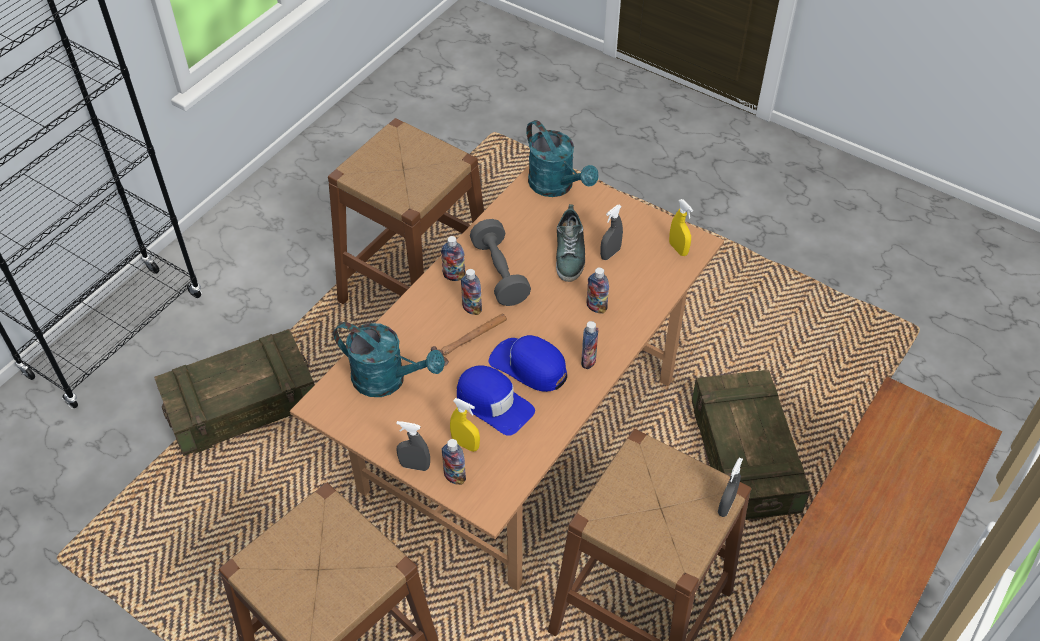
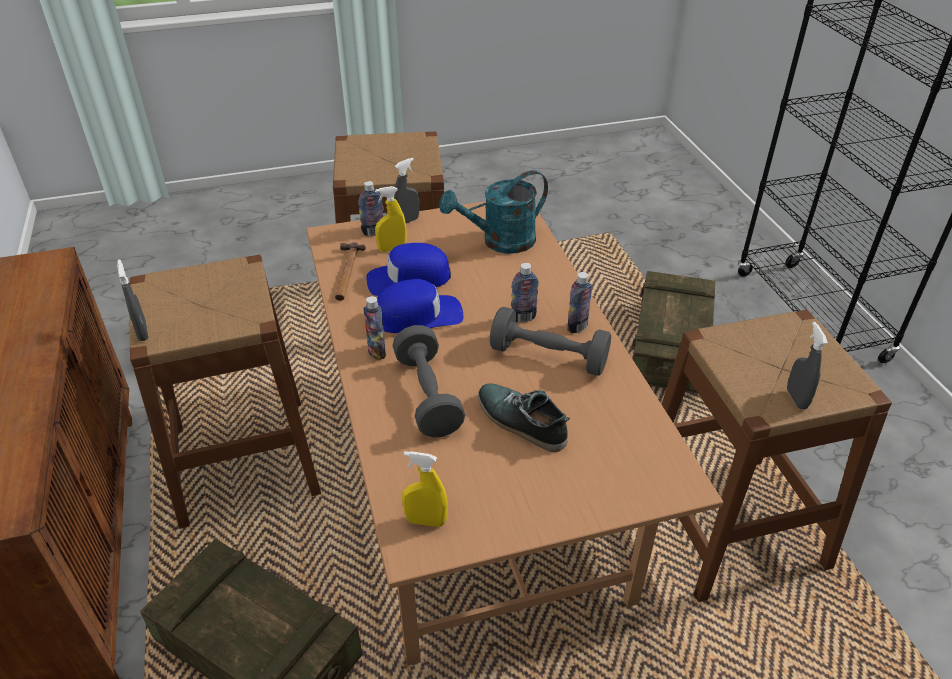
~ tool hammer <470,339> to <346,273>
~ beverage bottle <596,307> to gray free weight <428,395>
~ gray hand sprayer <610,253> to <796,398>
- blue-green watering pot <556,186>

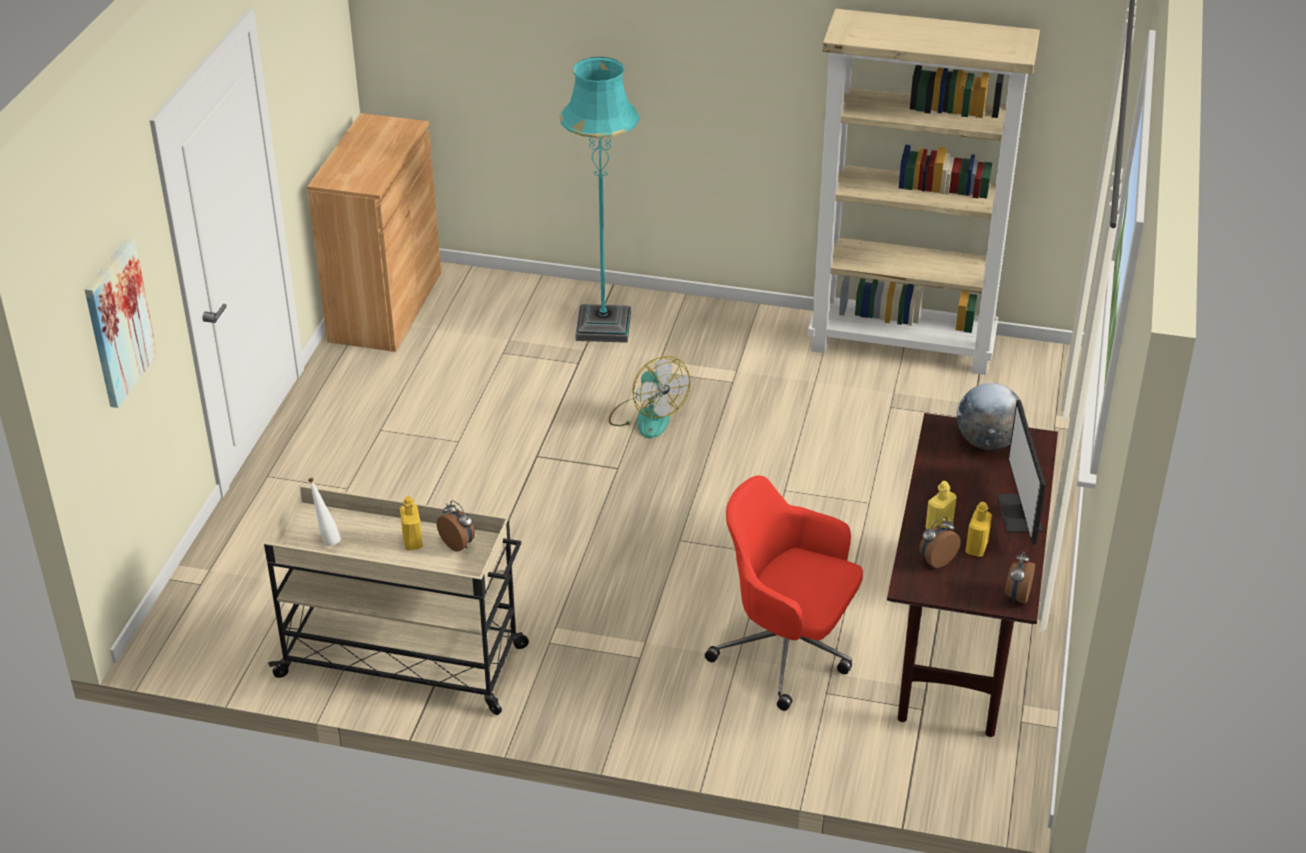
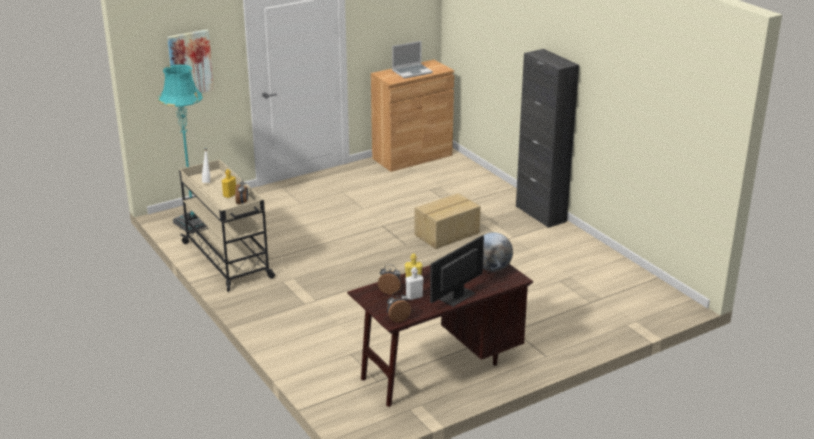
~ blue-green floor lamp <603,326> to <193,223>
+ laptop <412,72>
~ yellow beverage bottle <976,548> to white beverage bottle <414,296>
~ electric fan <647,417> to carton <447,234>
+ blackish cabinet <540,214>
- reddish computer chair <787,652>
- beige shelving unit <903,345>

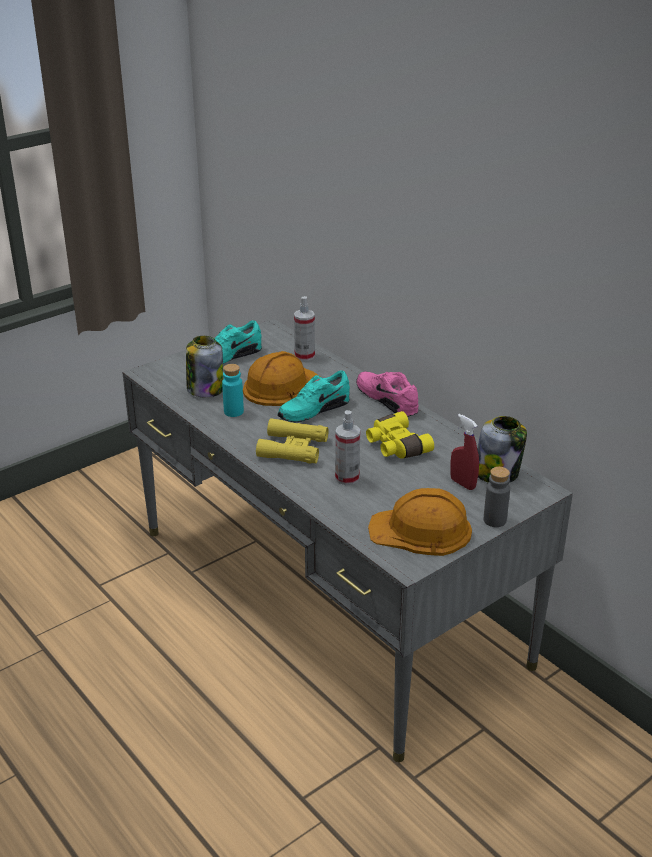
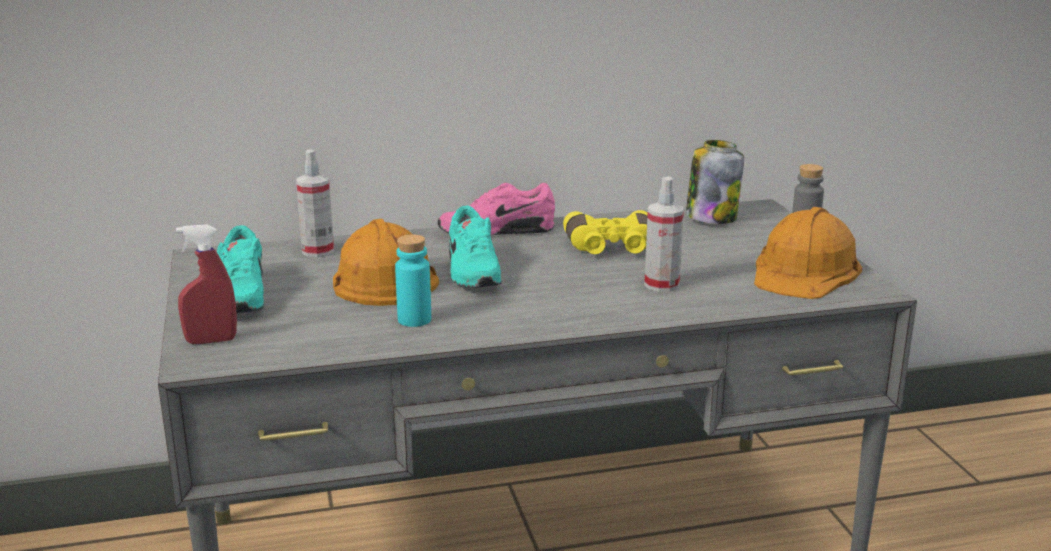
~ reddish hand sprayer <462,484> to <211,341>
- preserve jar <205,389>
- yellow pair of binoculars <293,448>

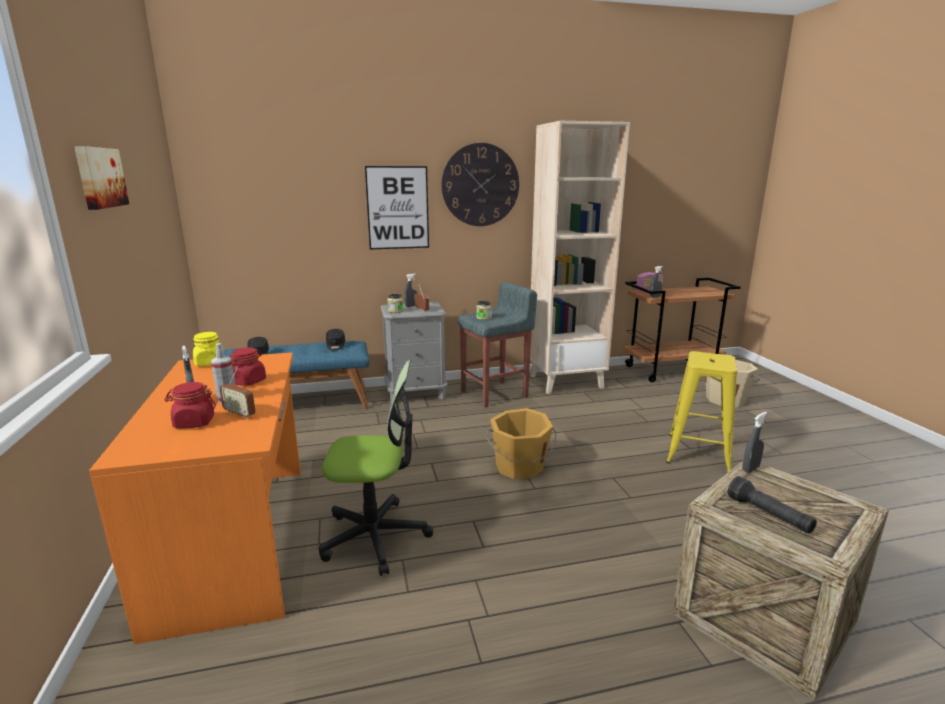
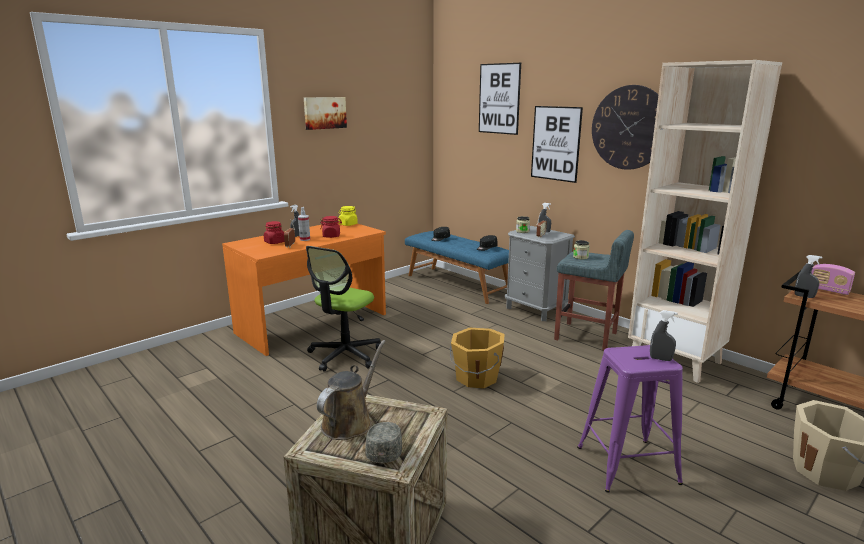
~ computer chair <375,536> = <345,355> 60 degrees clockwise
~ blackish torch <769,515> to brown watering pot <350,422>
+ gray baseball cap <385,449>
+ wall picture <499,99>
~ yellow stool seat <698,453> to purple-coloured stool seat <627,465>
~ gray hand sprayer <750,469> to <660,359>

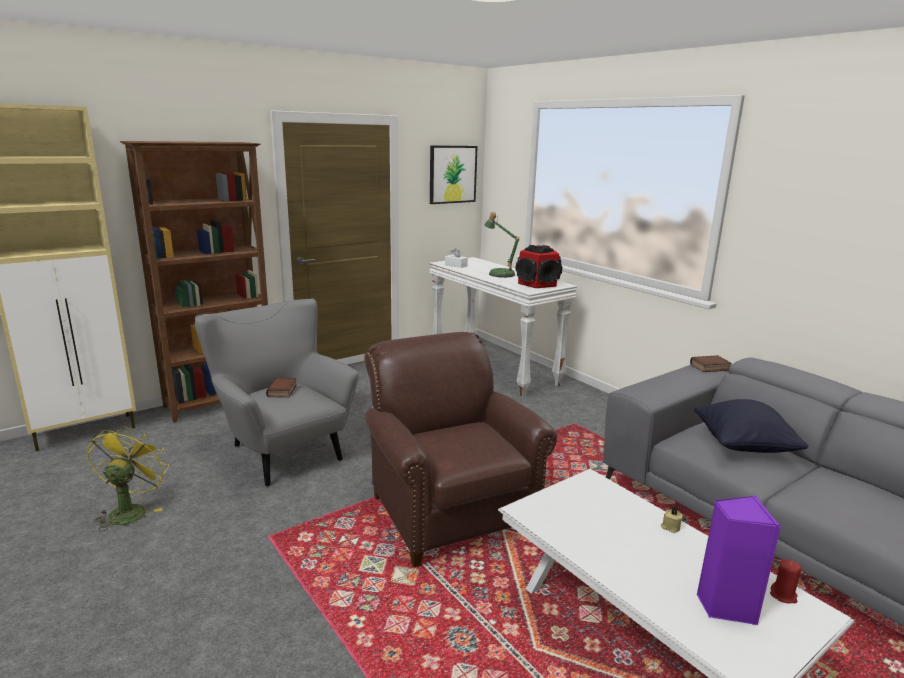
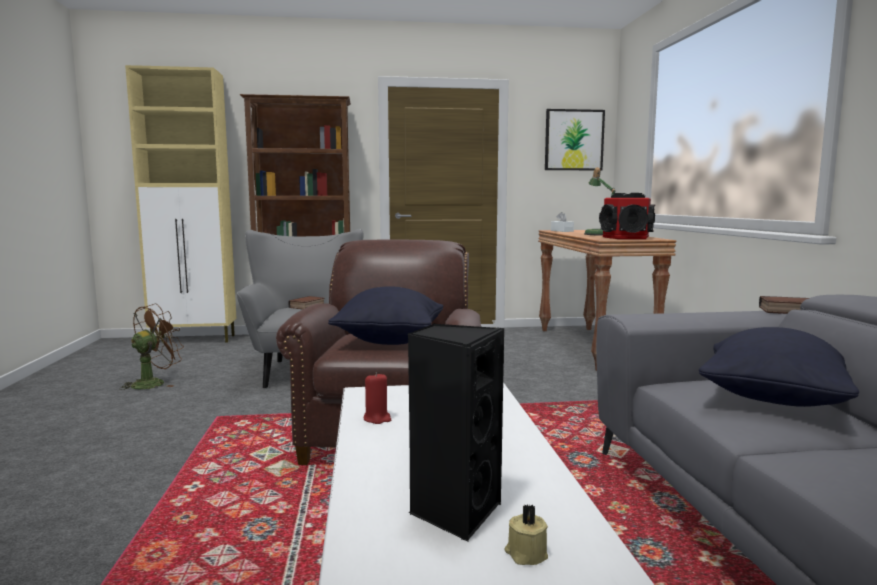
~ yellow electric fan <130,510> to brown electric fan <154,383>
+ blackish throw pillow <390,341>
~ reddish wax light <783,595> to <377,419>
~ purple-coloured audio speaker <724,606> to blackish audio speaker <454,512>
~ beige wax light <670,527> to <525,554>
~ white narrow table <494,367> to brown narrow table <594,347>

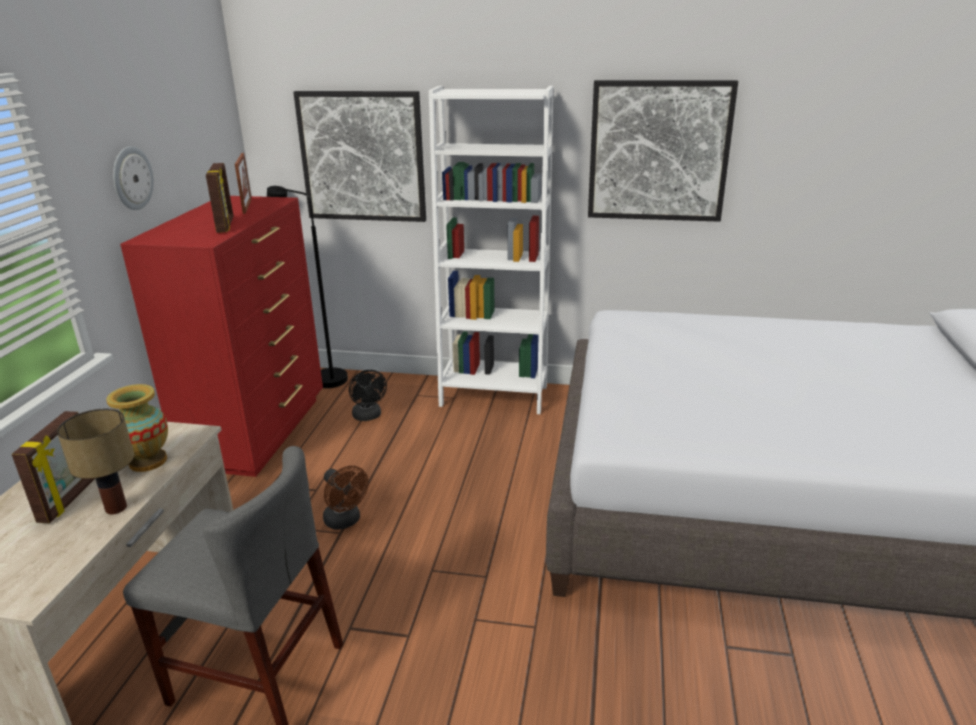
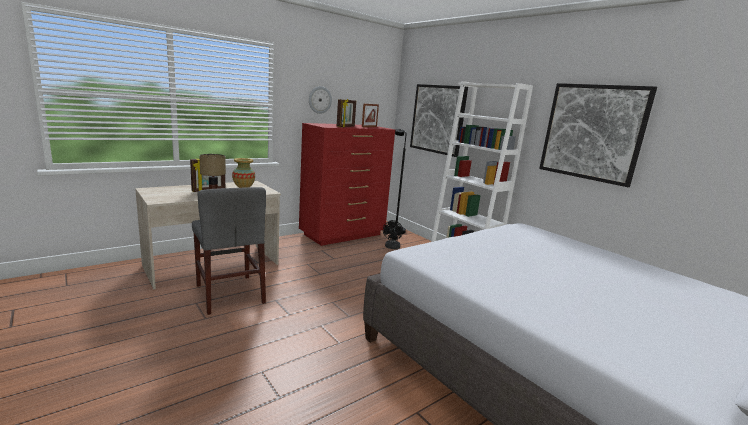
- brown electric fan <345,521>

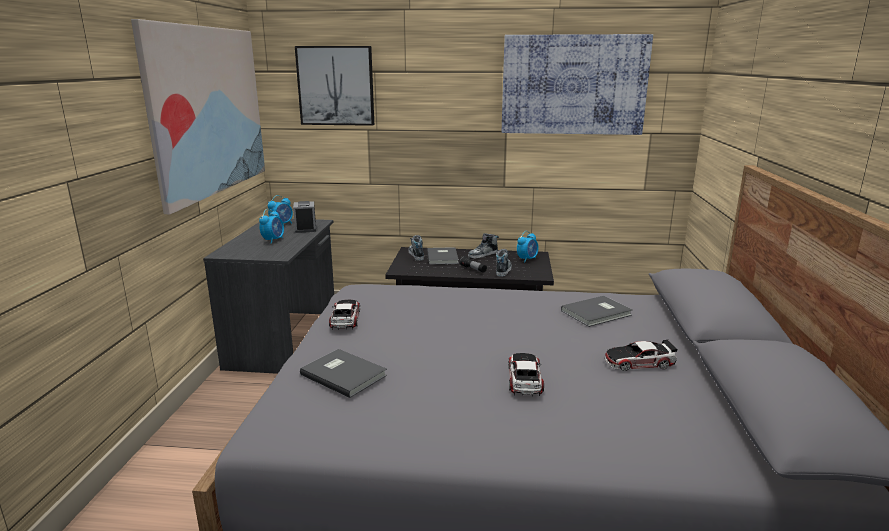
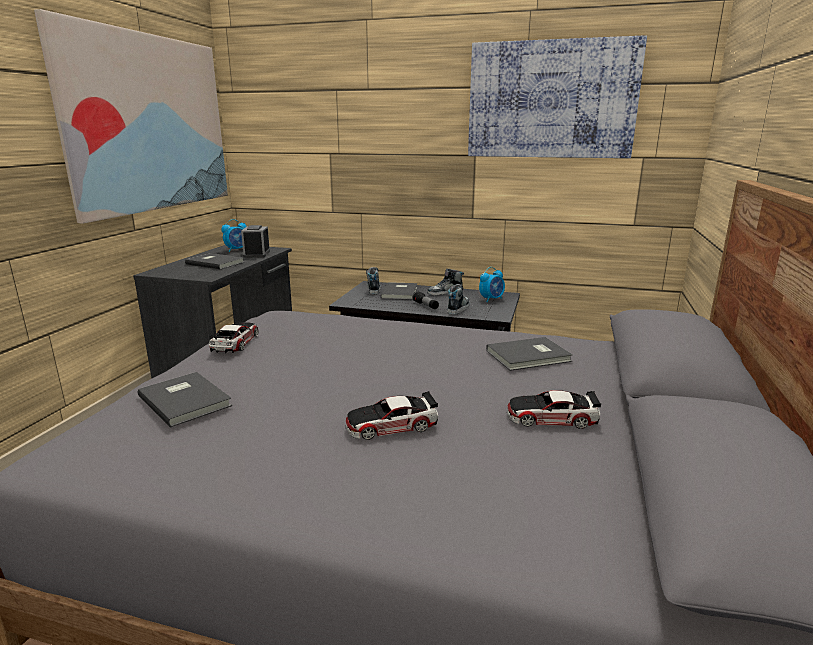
~ table clock <273,240> to gray book <215,263>
~ toy car <524,379> = <391,425> 120 degrees counterclockwise
- wall picture <336,86>

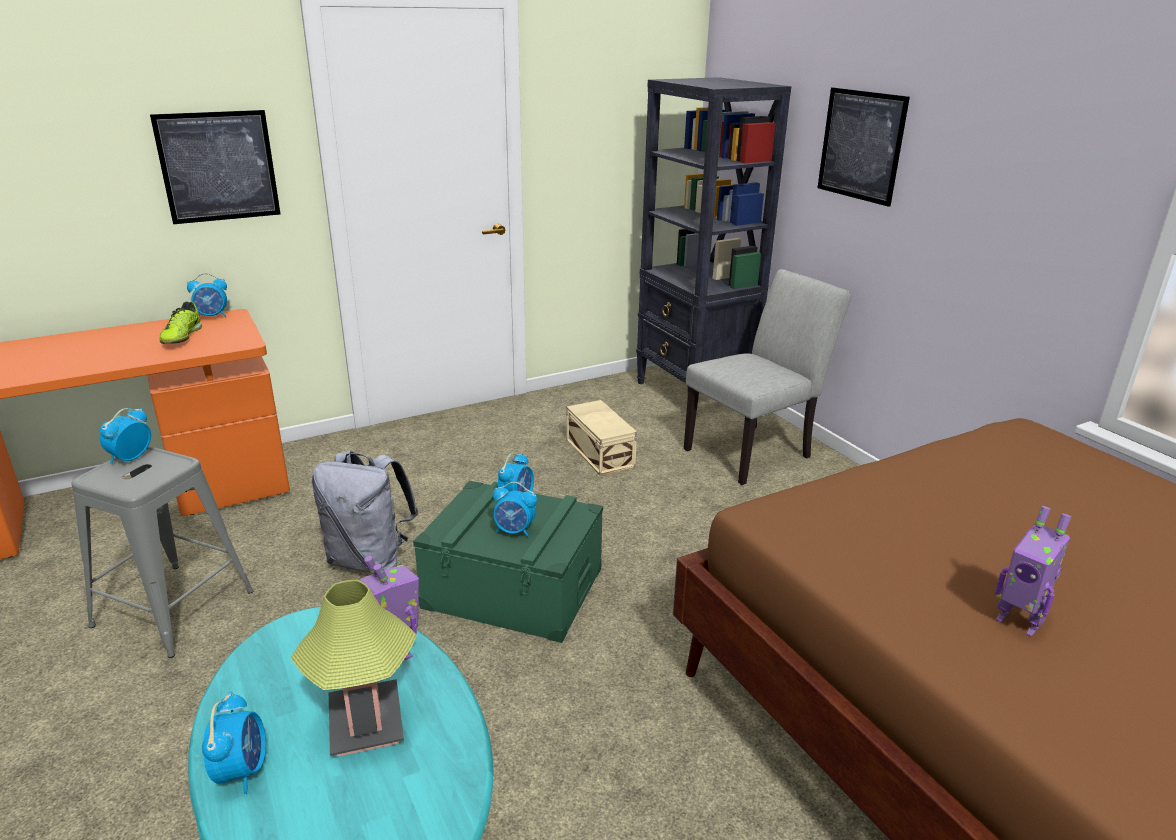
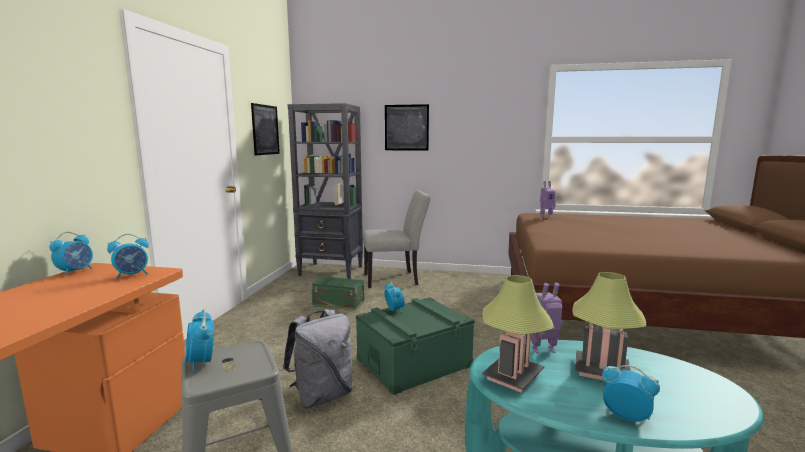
~ table clock <514,531> to <132,275>
~ wall picture <218,166> to <265,130>
~ beige storage container <600,452> to greenish storage container <338,303>
~ gray chair <755,451> = <395,279> 75 degrees clockwise
+ lamp for a table <513,376>
~ toy robot <1018,622> to <545,216>
- item of footwear <181,337>

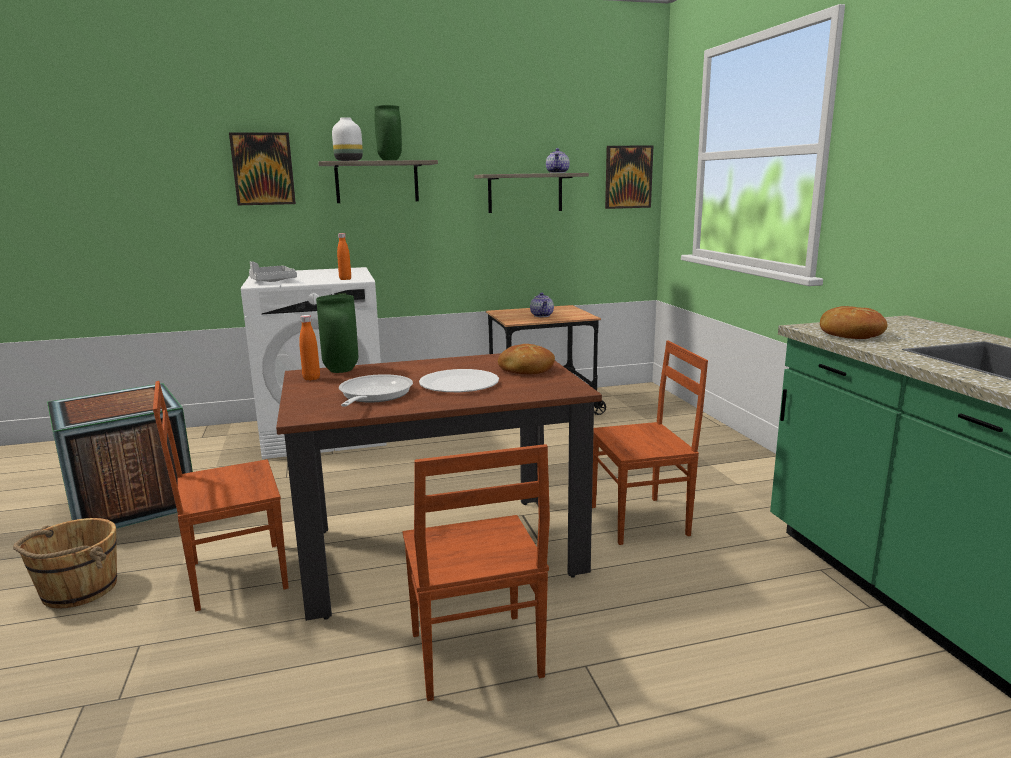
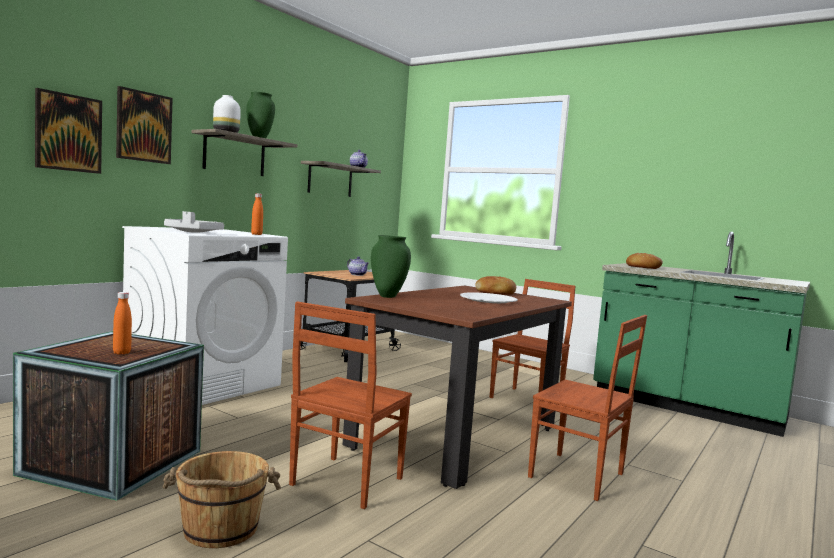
~ wall picture <628,177> to <68,132>
~ orange beverage bottle <311,378> to <122,353>
- pan <373,395>

